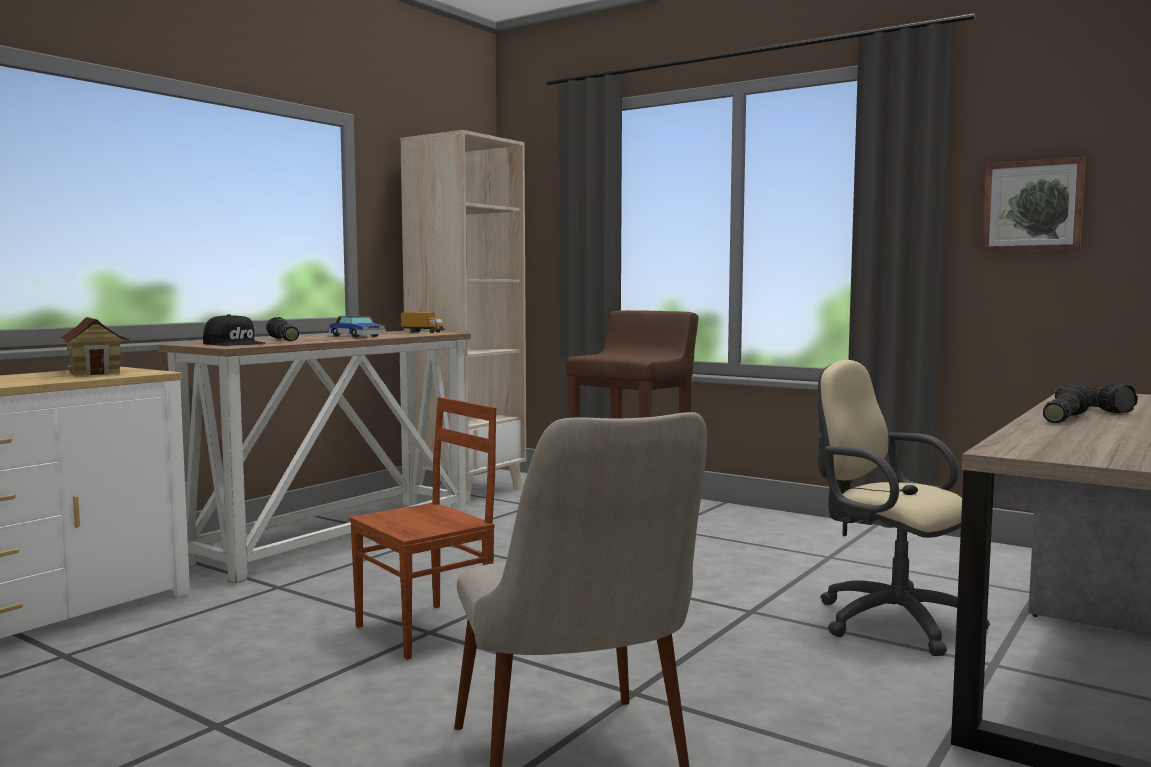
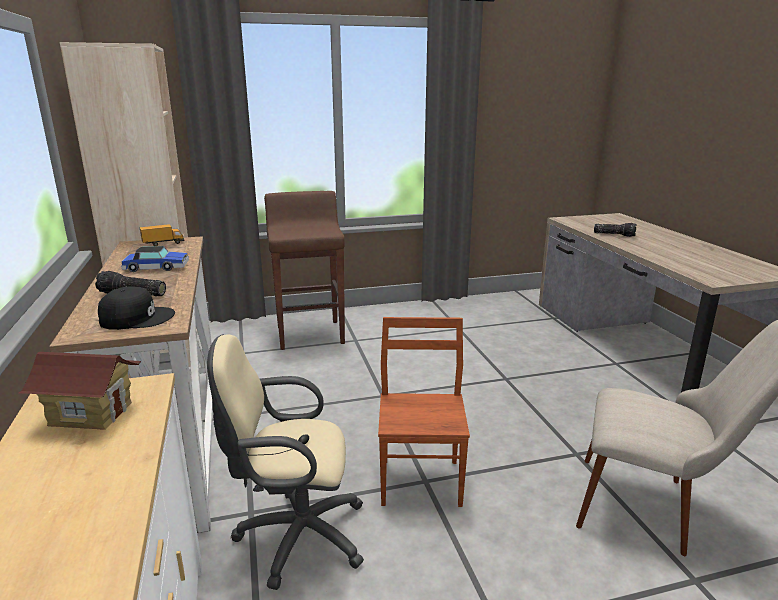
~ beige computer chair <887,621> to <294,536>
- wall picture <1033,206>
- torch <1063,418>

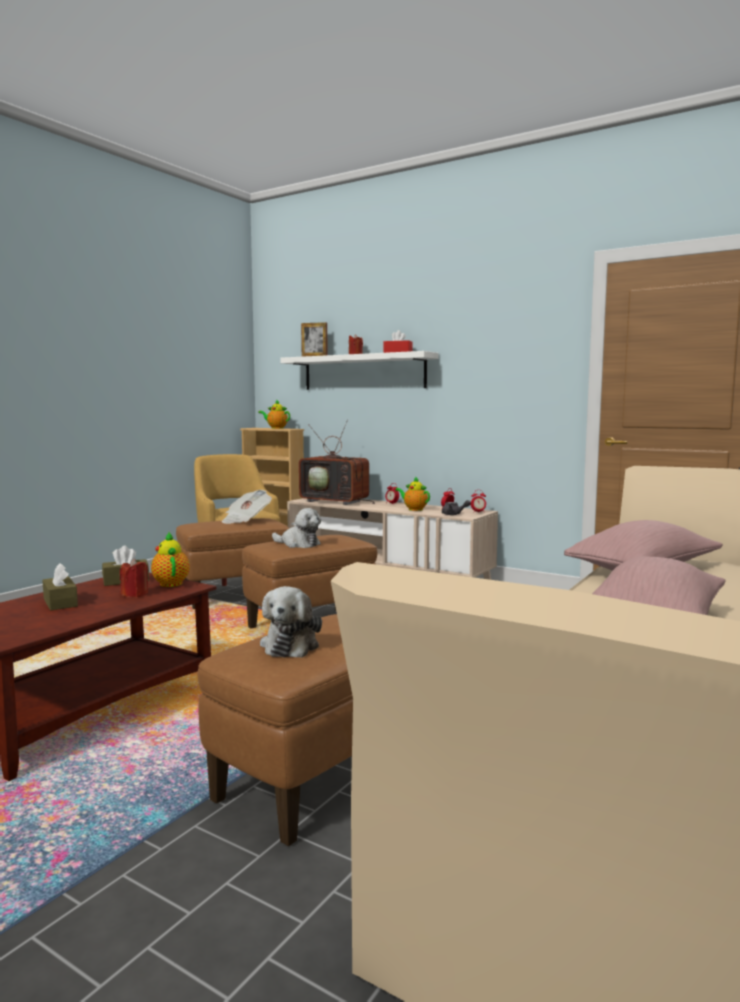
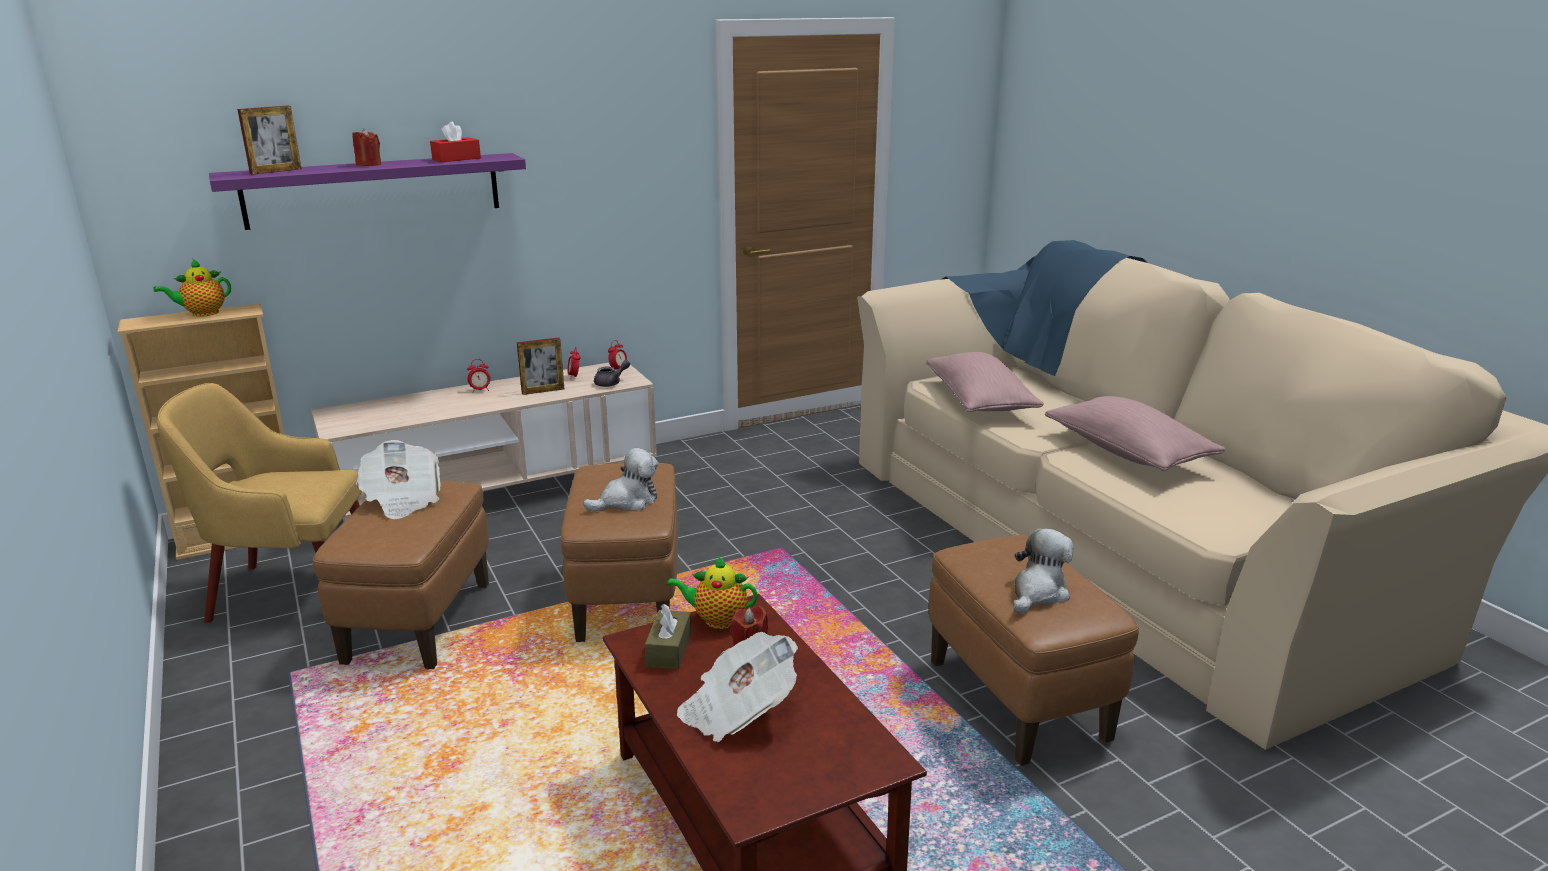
~ white wall shelf <363,372> to purple-coloured wall shelf <374,190>
~ pot for tea <414,509> to photo frame <543,391>
~ brown tissue holder <60,602> to printed paper <737,711>
~ cuddly toy <291,645> = <1038,593> 90 degrees counterclockwise
- television <337,501>

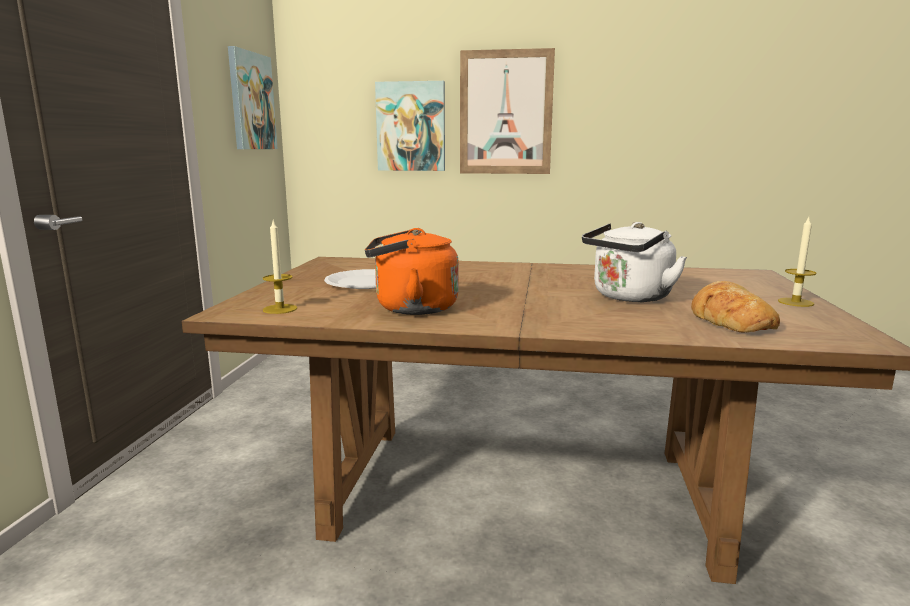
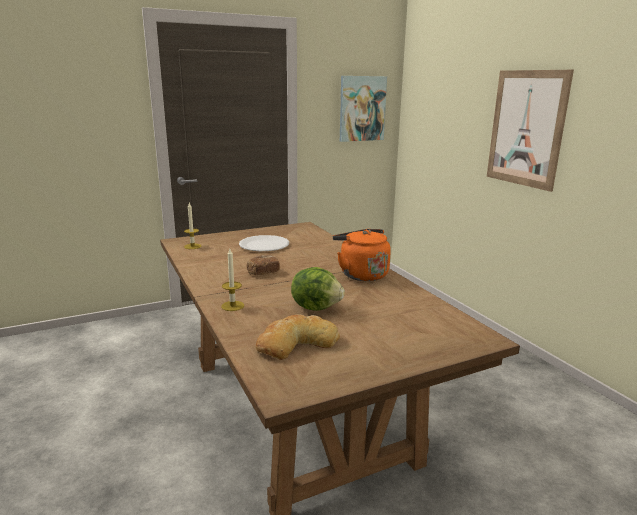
~ wax light <795,302> to <232,306>
+ bakery bread <263,272>
~ white tea kettle <629,297> to lettuce <316,307>
~ orange tea kettle <411,308> to <361,274>
- wall picture <411,126>

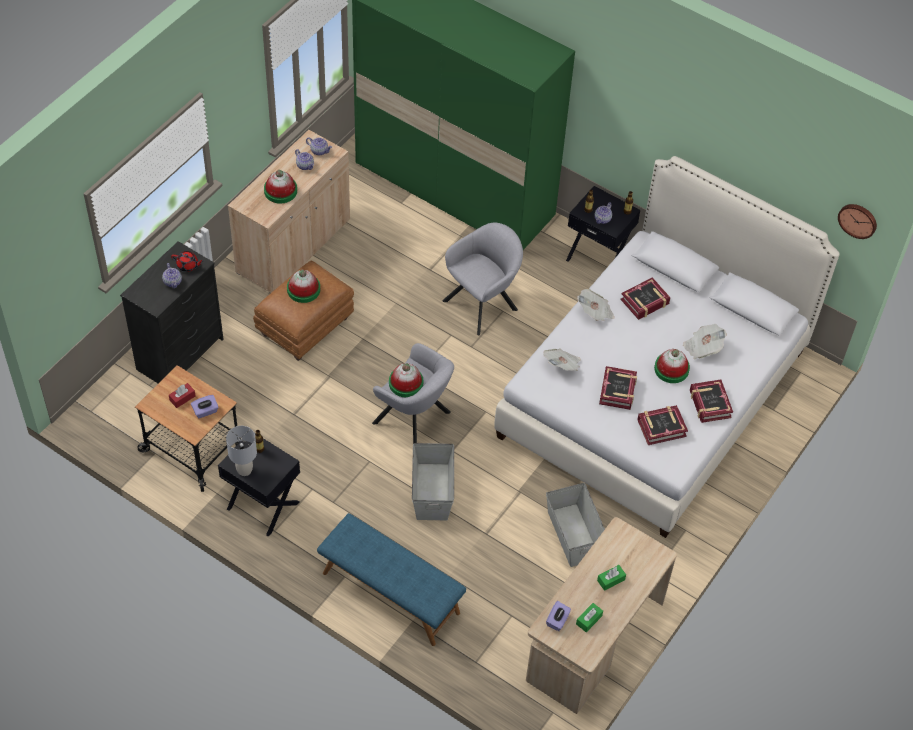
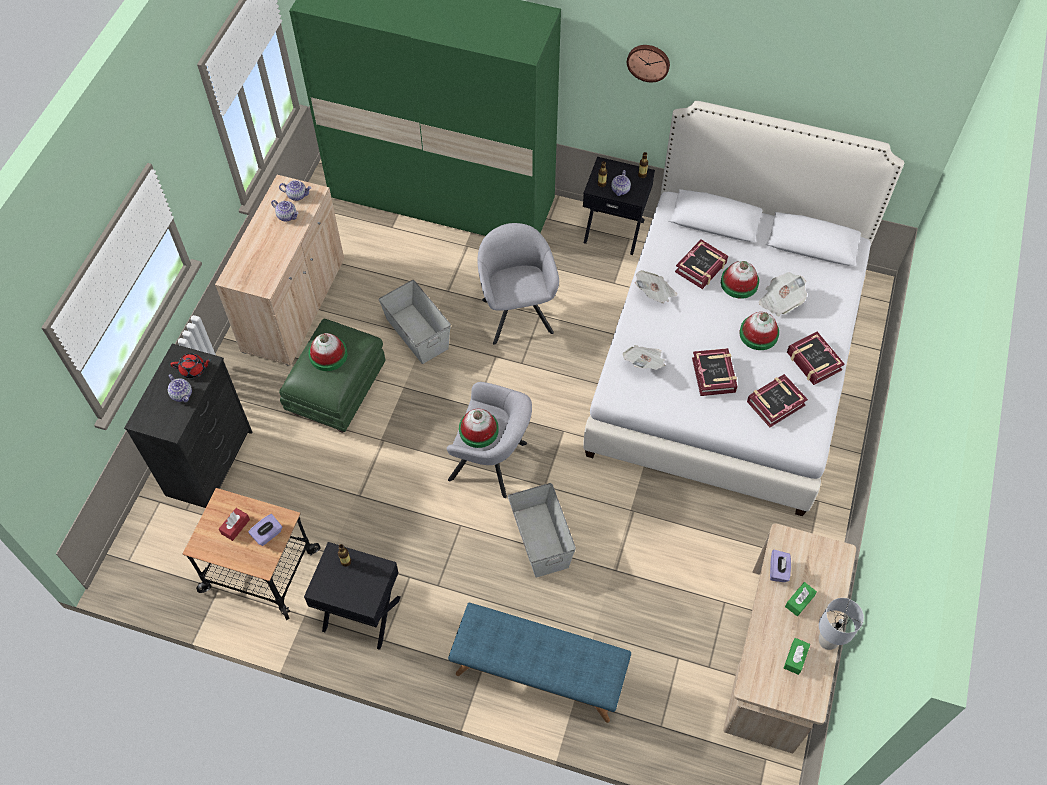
~ brown ottoman <305,326> to greenish ottoman <337,391>
~ gray storage container <573,534> to <417,333>
~ gray easy chair <483,303> = <517,312> 45 degrees counterclockwise
~ wall clock <858,220> to <648,62>
~ wearable hat <280,191> to <739,283>
~ purple-coloured tissue holder <557,620> to <778,570>
~ gray lamp for a table <244,470> to <827,641>

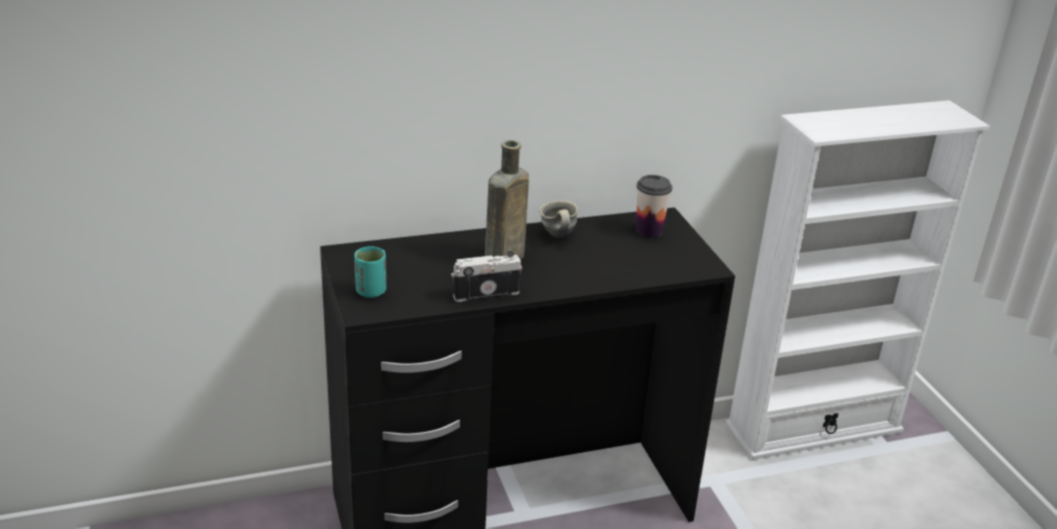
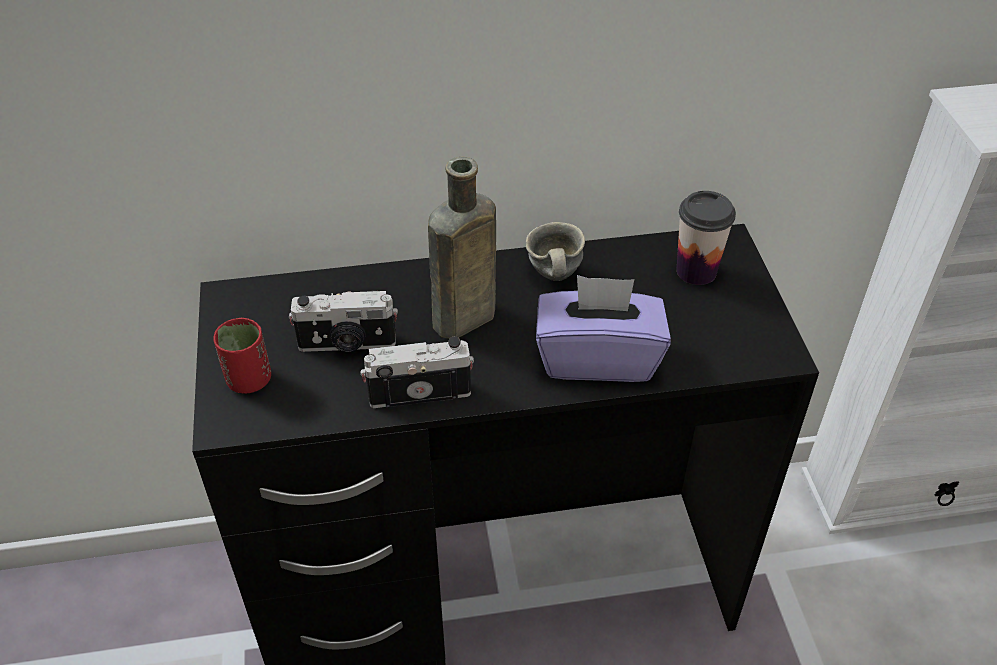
~ blue-green small cup <371,291> to reddish small cup <249,380>
+ still camera <347,344>
+ purple-coloured tissue holder <598,357>

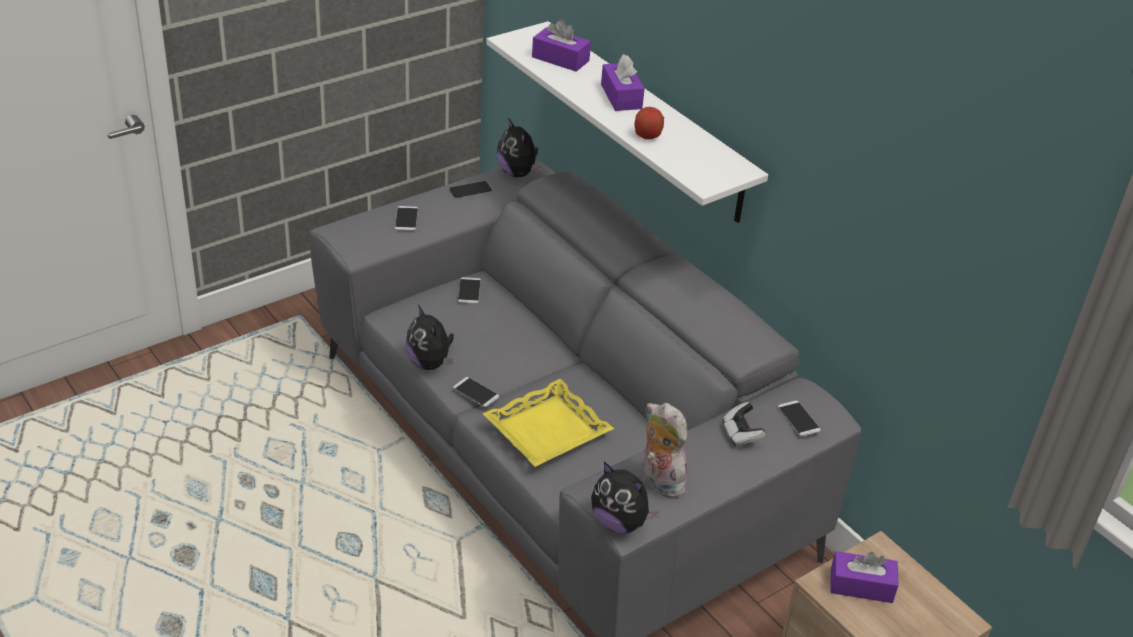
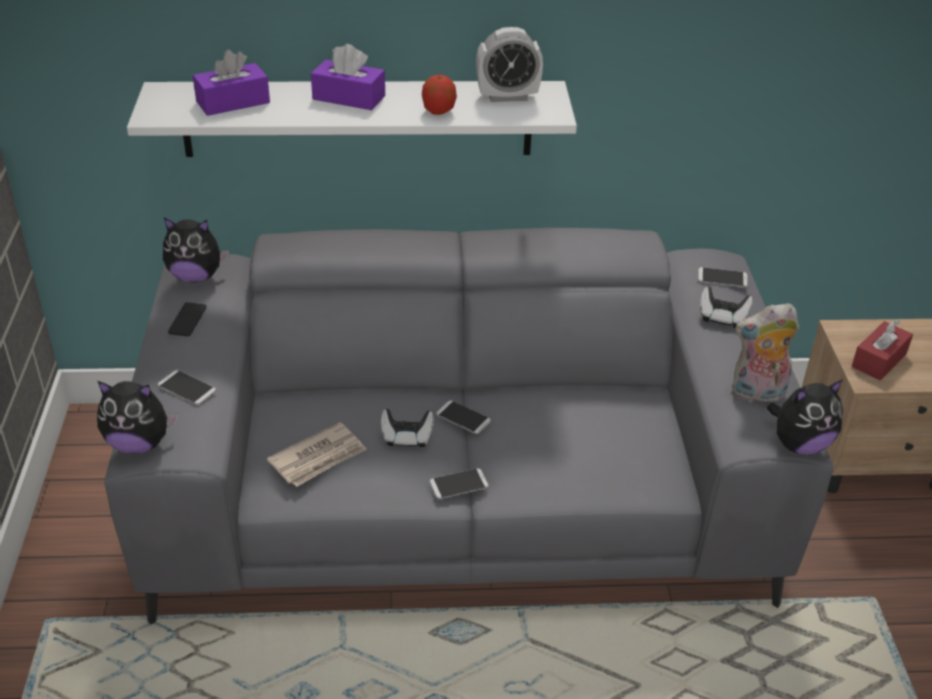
~ cuddly toy <430,363> to <139,443>
+ printed paper <319,458>
+ game controller <407,437>
~ telephone <469,291> to <463,418>
+ table clock <507,97>
~ purple-coloured tissue holder <861,586> to reddish tissue holder <879,360>
- yellow carrying tray <547,430>

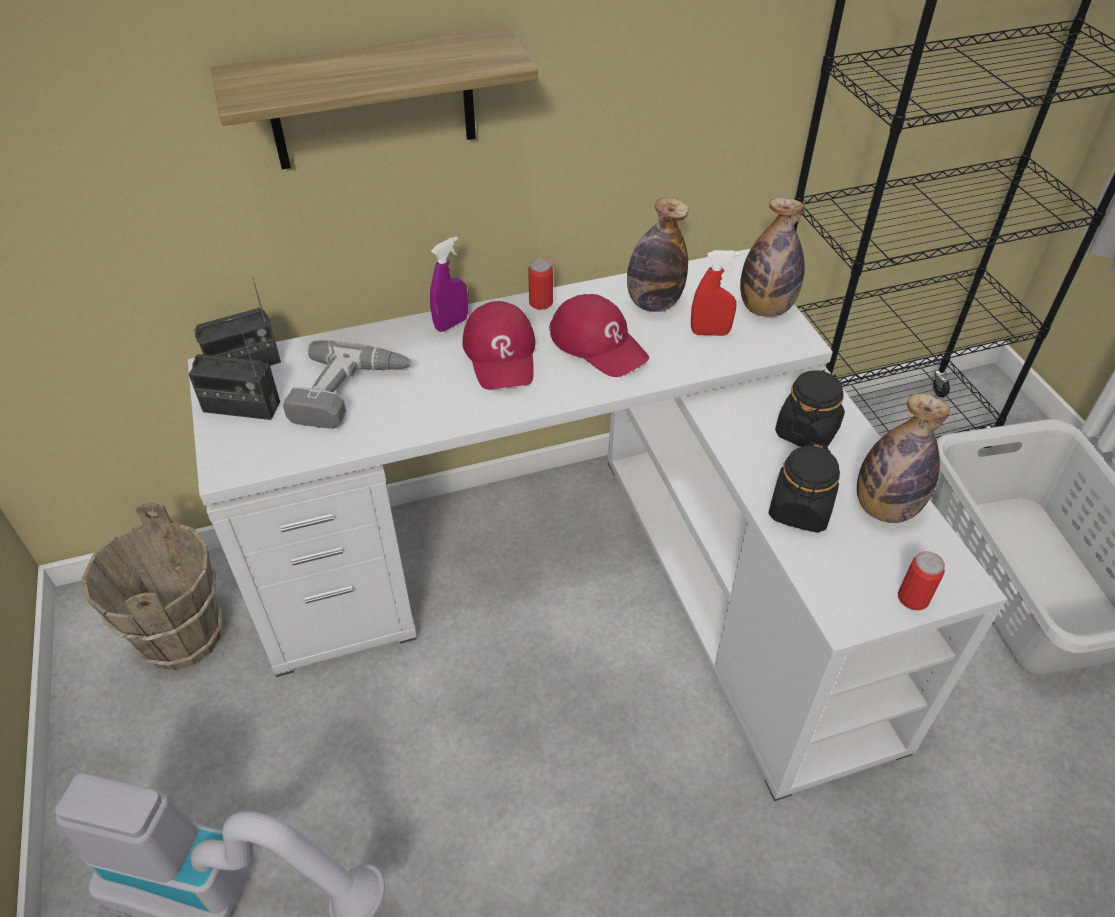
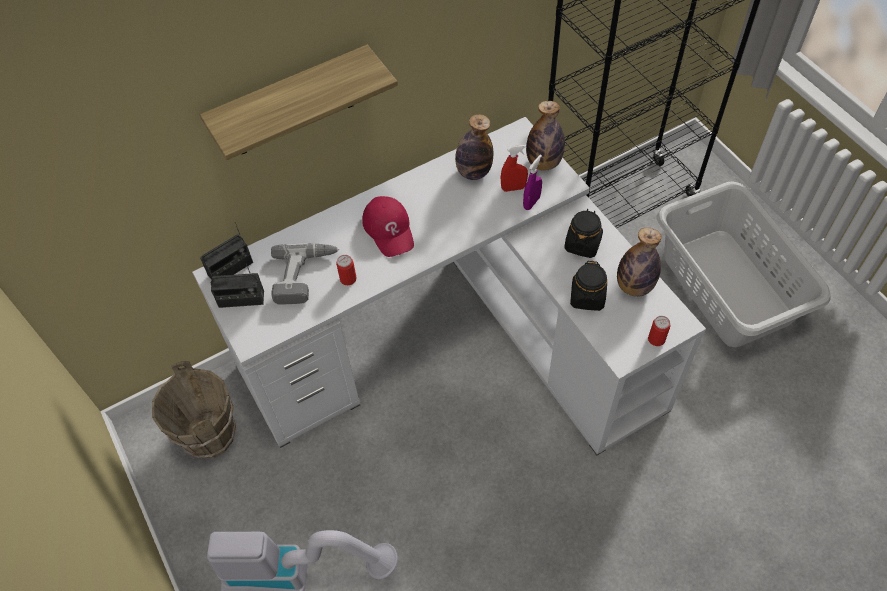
~ sealed can <540,303> to <348,279>
~ purple-coloured hand sprayer <451,324> to <531,202>
- reddish baseball cap <599,344>

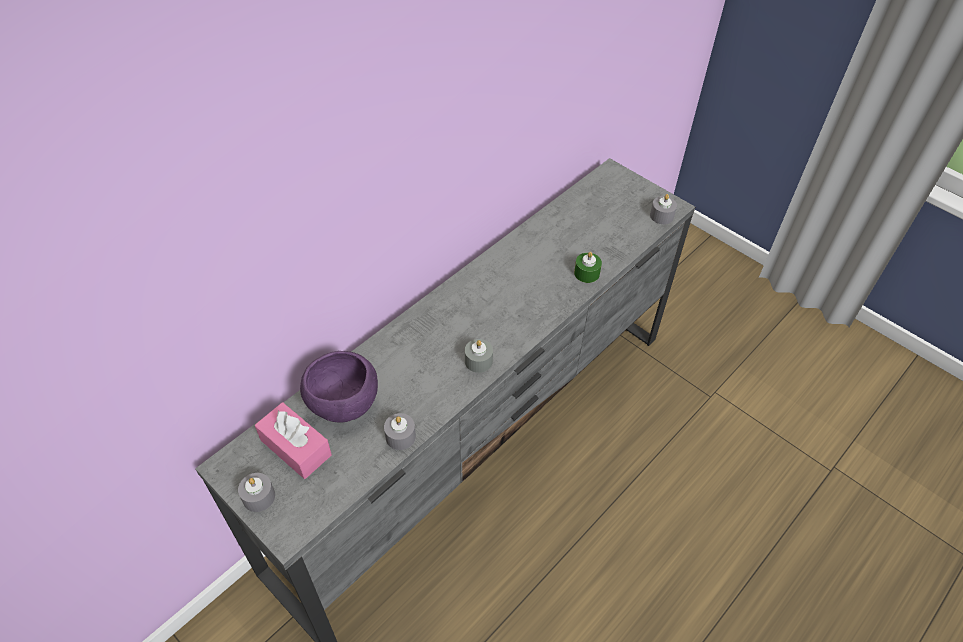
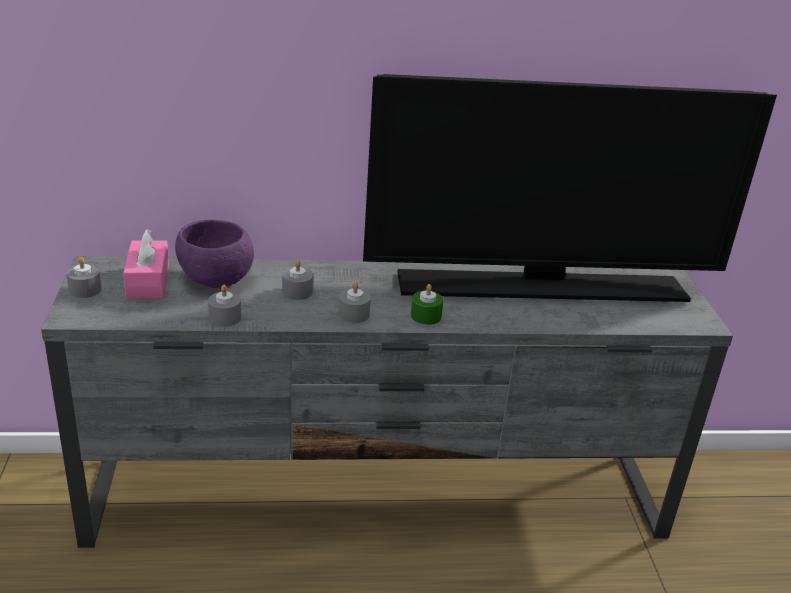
~ gray wax light <661,216> to <297,292>
+ television <542,286>
~ greenish wax light <586,273> to <426,316>

